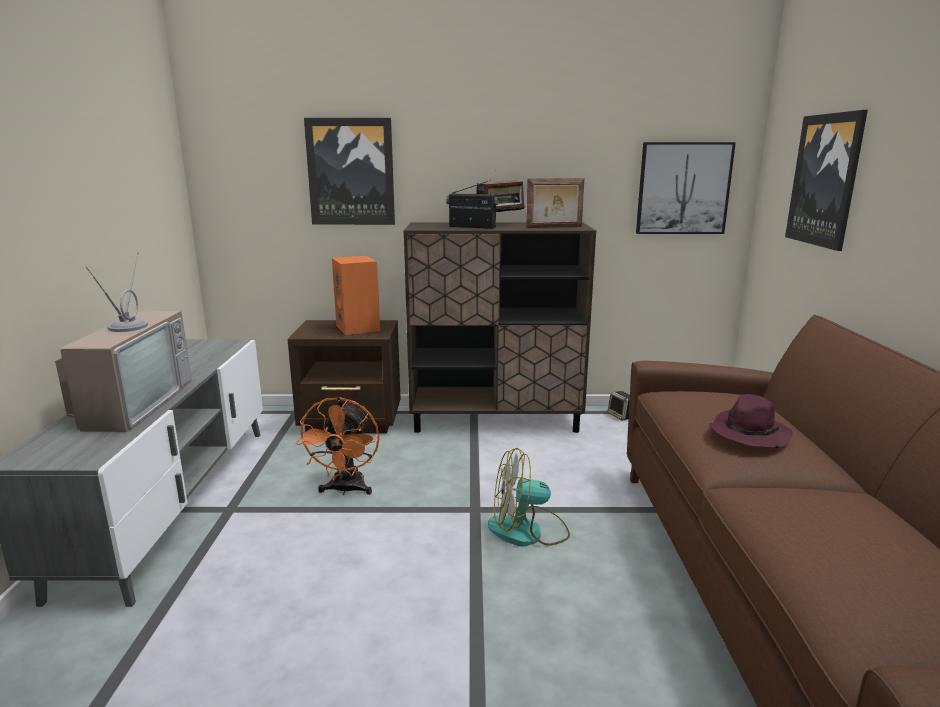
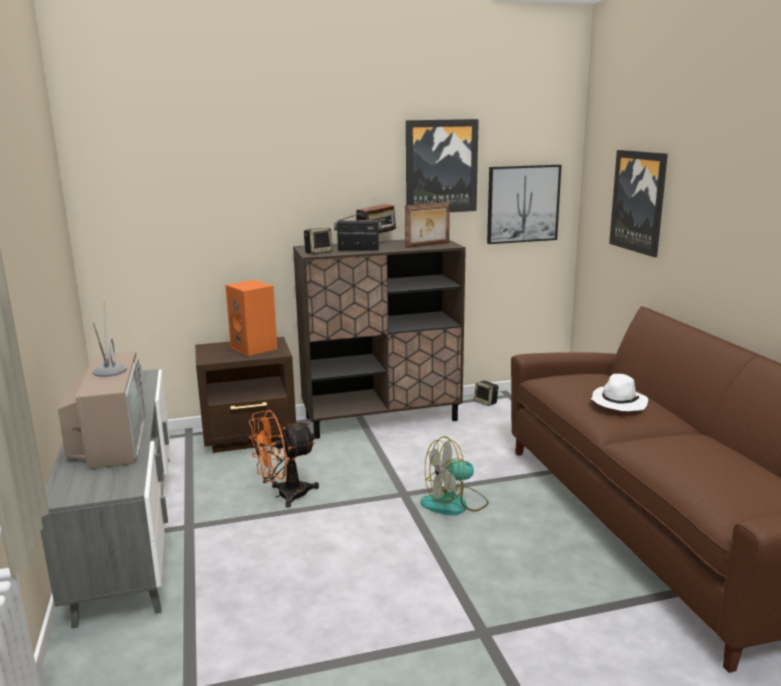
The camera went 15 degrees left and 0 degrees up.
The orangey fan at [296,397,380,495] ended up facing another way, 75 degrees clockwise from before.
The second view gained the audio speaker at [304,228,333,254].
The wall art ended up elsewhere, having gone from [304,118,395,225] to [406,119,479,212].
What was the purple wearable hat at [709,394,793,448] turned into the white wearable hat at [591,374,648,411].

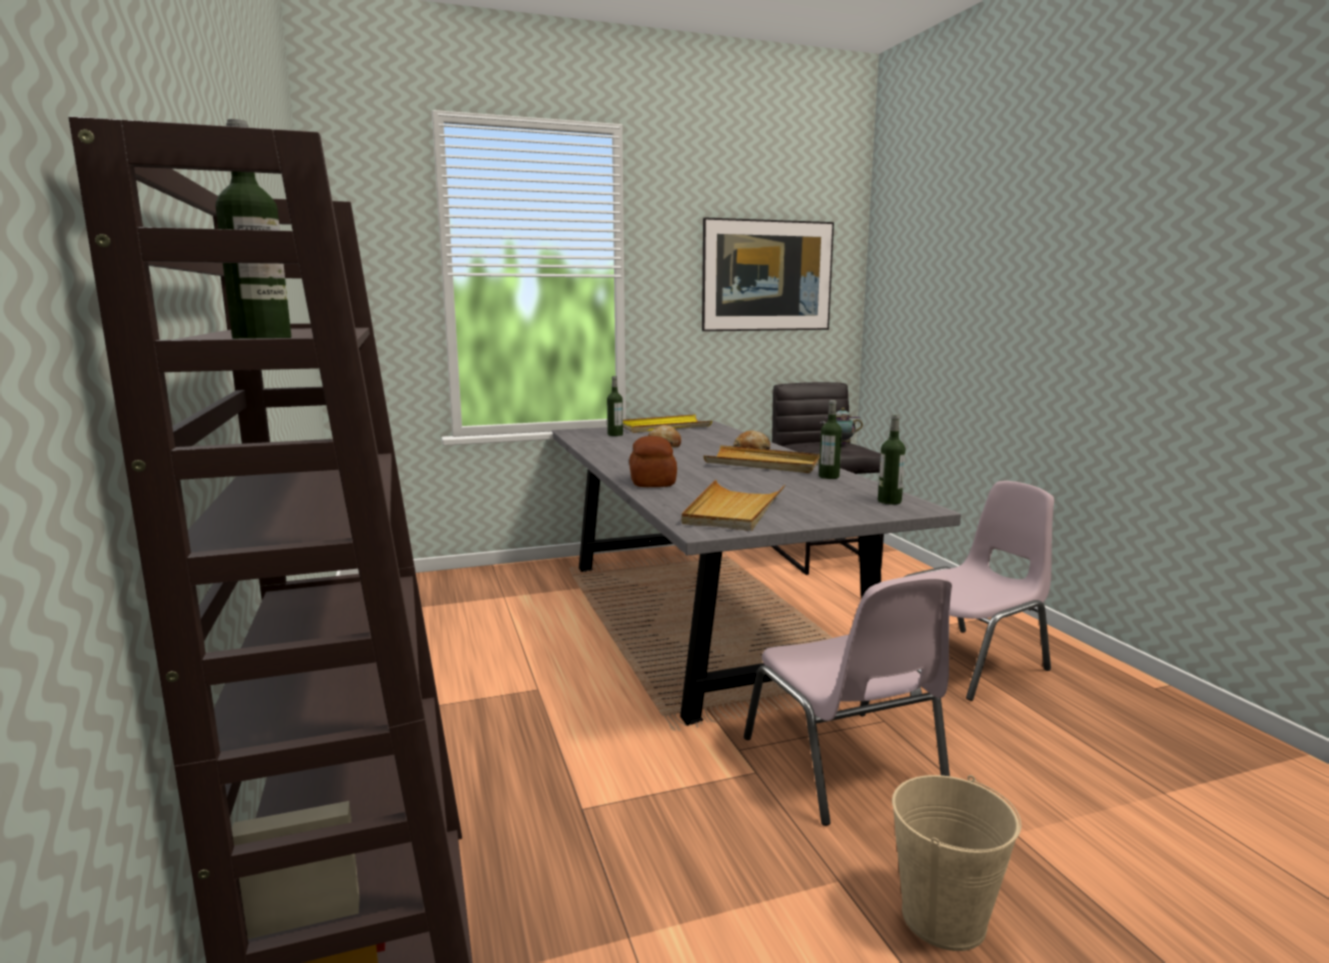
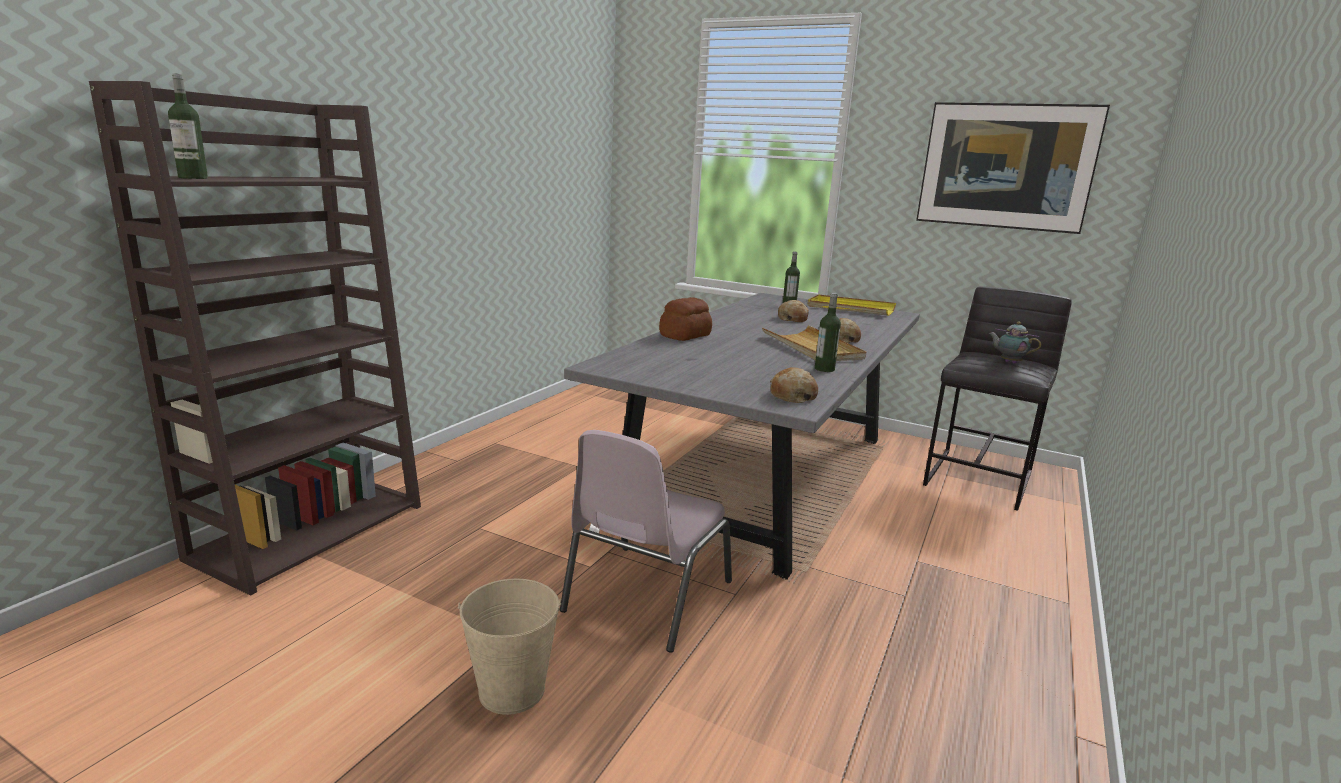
The camera went 45 degrees right and 5 degrees up.
Where the drink bottle stood at [878,414,905,505], the bread came to stand at [770,368,818,403].
The second view lost the beige-coloured serving tray at [682,479,785,531].
The second view lost the pinkish plain chair at [904,481,1054,701].

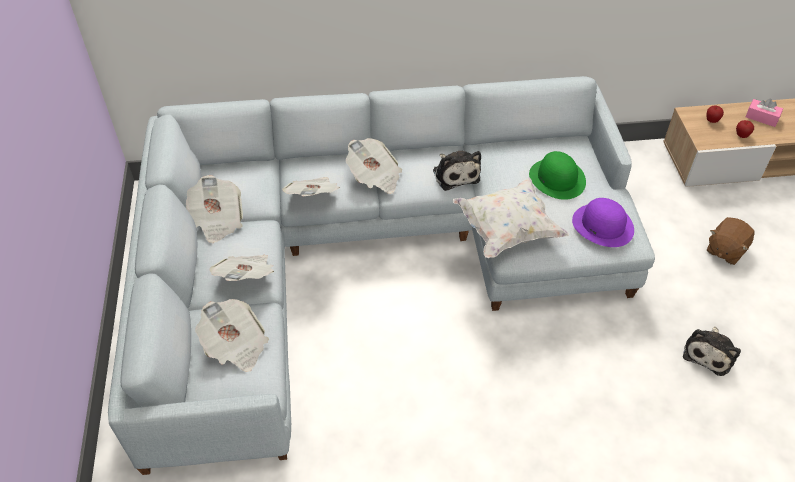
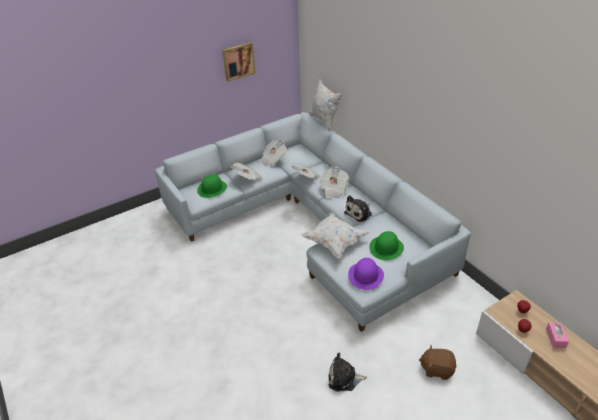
The camera went 65 degrees right and 10 degrees down.
Where the daily paper stood at [195,299,269,372], the greenish wearable hat came to stand at [197,174,227,198].
The second view gained the wall art at [222,42,255,82].
The second view gained the white throw pillow at [309,79,342,131].

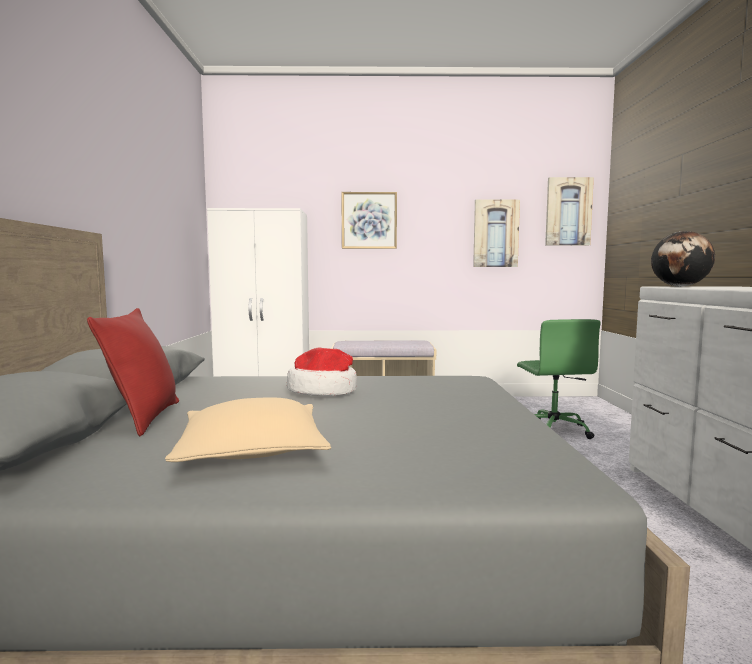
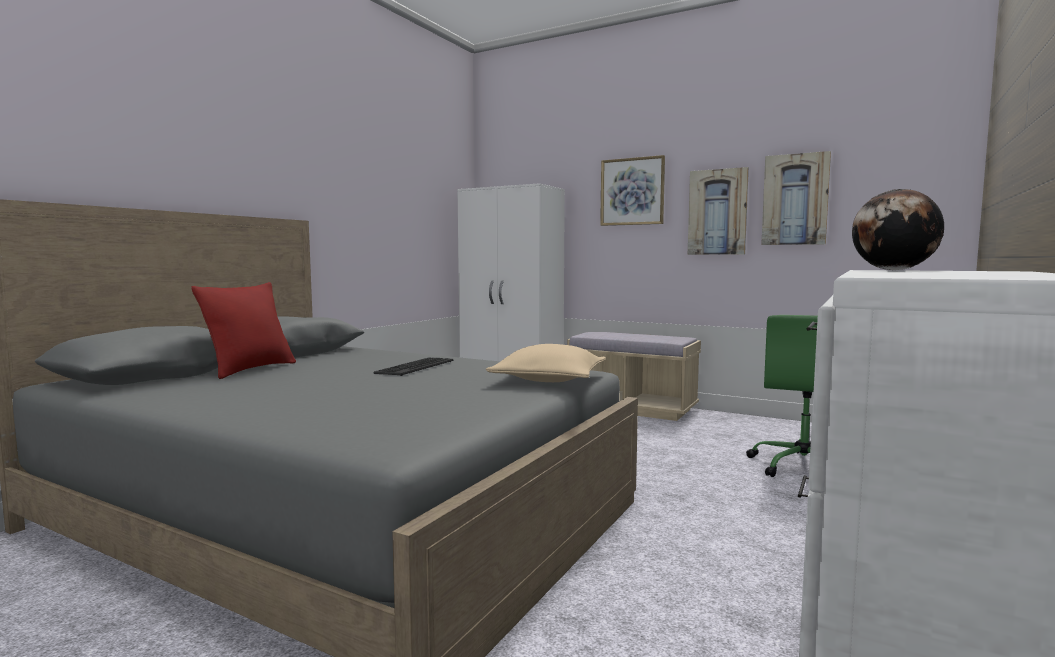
The camera went 30 degrees right and 0 degrees up.
Where the wearable hat stood at [287,347,357,396], the computer keyboard came to stand at [374,357,453,376].
The beige-coloured throw pillow ended up elsewhere, having gone from [165,397,331,462] to [486,344,606,382].
The wall art ended up elsewhere, having gone from [545,177,594,245] to [688,167,749,255].

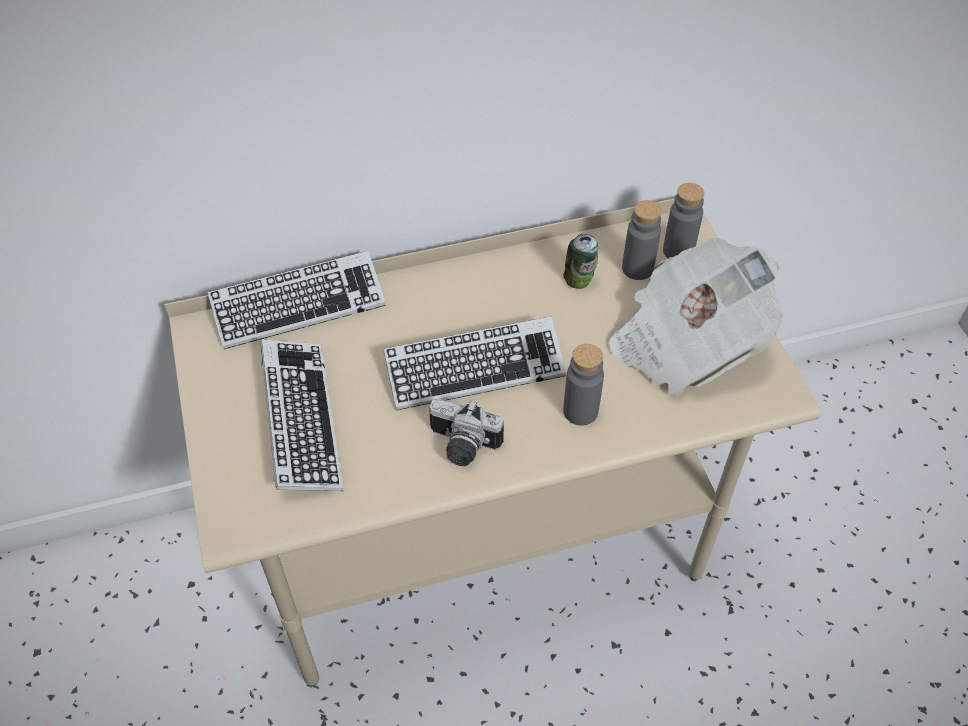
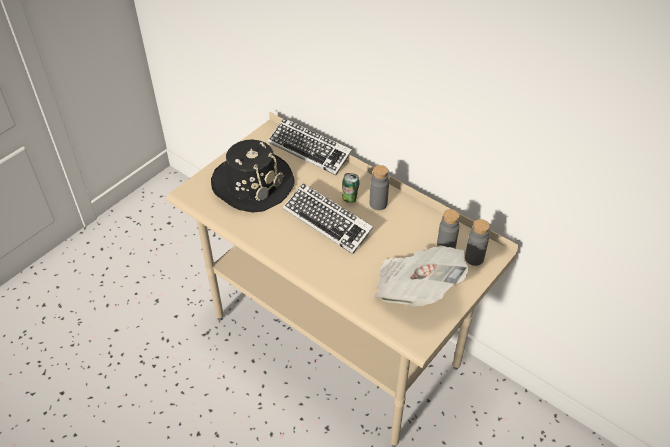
The camera went 55 degrees right and 5 degrees down.
Where the computer keyboard stood at [260,340,343,491], the black-coloured wearable hat came to stand at [211,139,294,213].
The metal can ended up elsewhere, having gone from [563,234,598,289] to [342,173,360,202].
The grey drink bottle ended up elsewhere, having gone from [563,344,604,425] to [370,165,389,210].
The second view lost the still camera at [429,398,504,466].

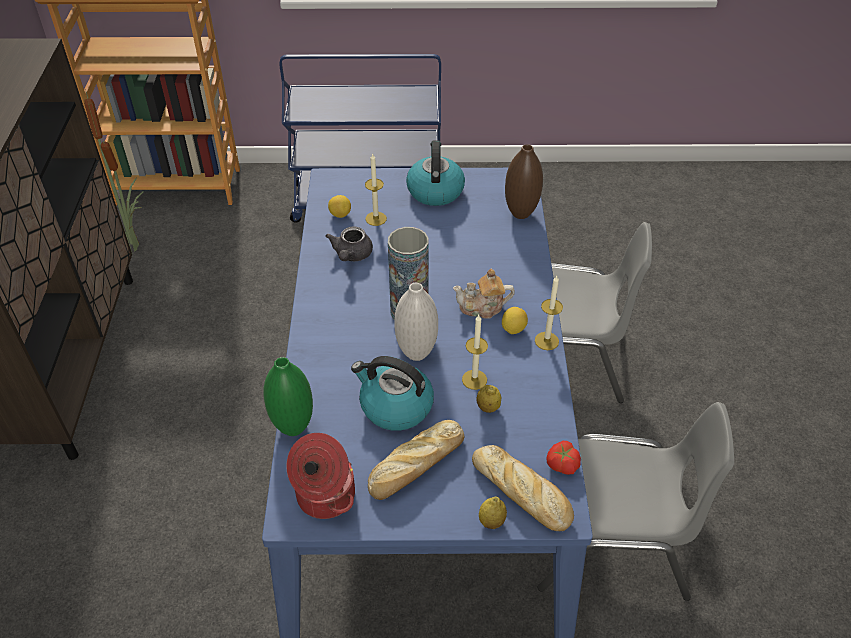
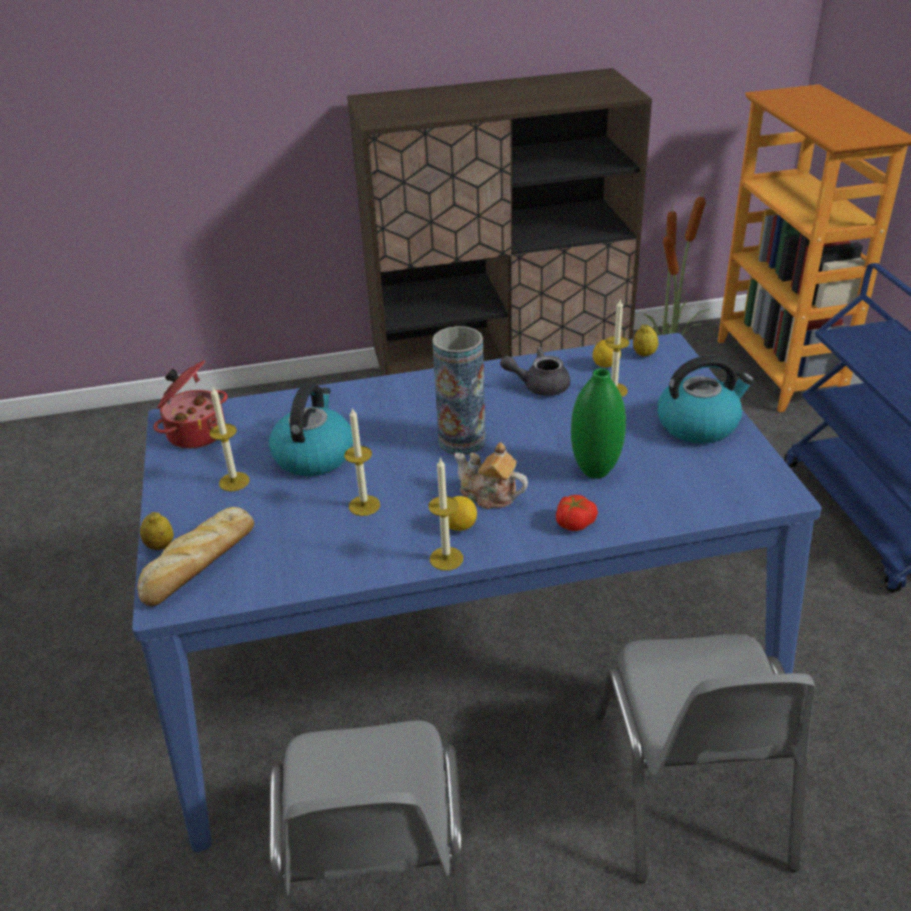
The camera went 80 degrees right and 10 degrees down.
Where the bread stood at [368,420,465,500], the candle came to stand at [210,387,250,491].
The tea pot at [453,269,515,319] ended up facing another way, 45 degrees counterclockwise from before.
The whole tomato ended up elsewhere, having gone from [546,441,581,475] to [556,495,598,531].
The greenish flower vase ended up elsewhere, having gone from [263,357,313,436] to [571,368,626,479].
The citrus fruit ended up elsewhere, having gone from [476,385,501,413] to [633,324,658,356].
The second view lost the white flower vase at [394,283,438,361].
The second view lost the brown flower vase at [505,144,543,219].

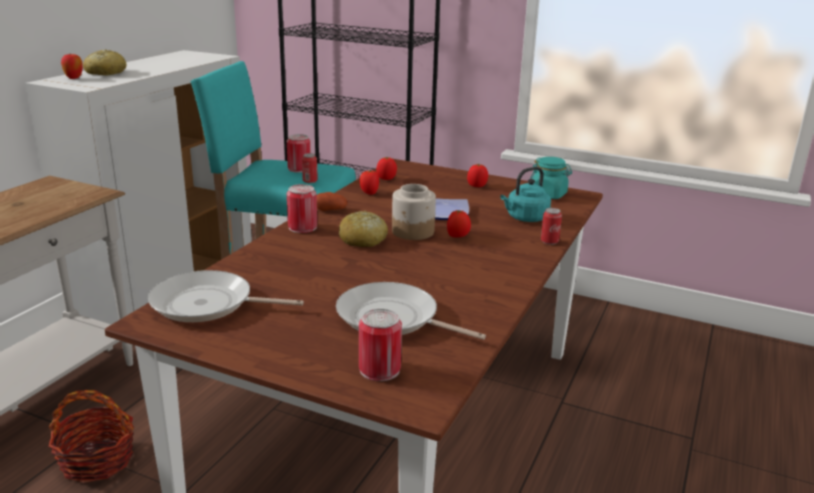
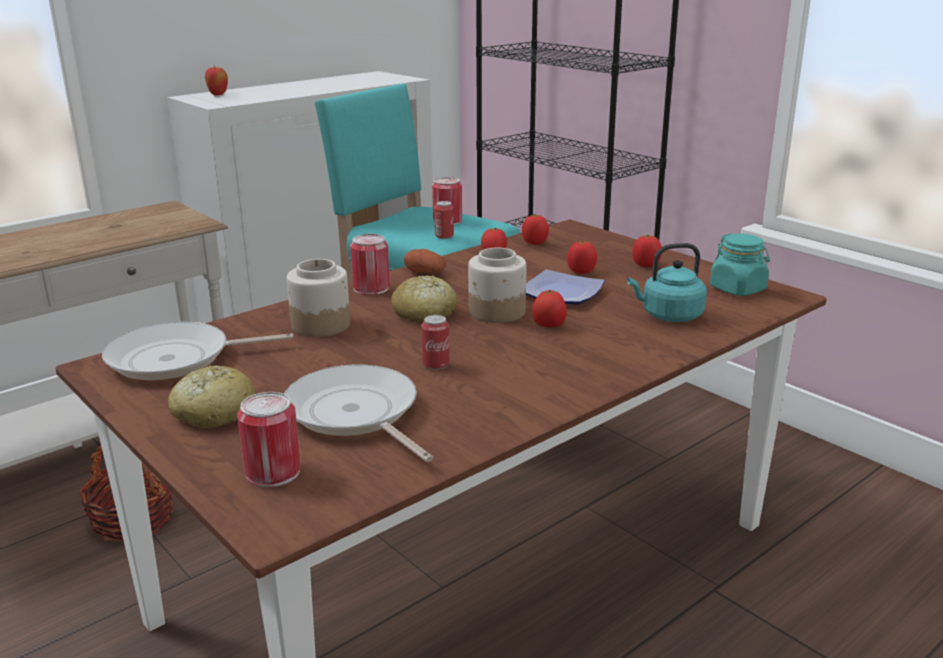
The camera went 25 degrees right and 0 degrees up.
The skillet at [148,270,304,322] ended up facing another way, 45 degrees counterclockwise from before.
The bread ended up elsewhere, having gone from [83,49,126,75] to [168,366,256,428].
The second view gained the preserve jar at [287,259,350,337].
The metal can ended up elsewhere, having gone from [541,208,562,245] to [421,315,450,370].
The second view gained the whole tomato at [567,241,597,274].

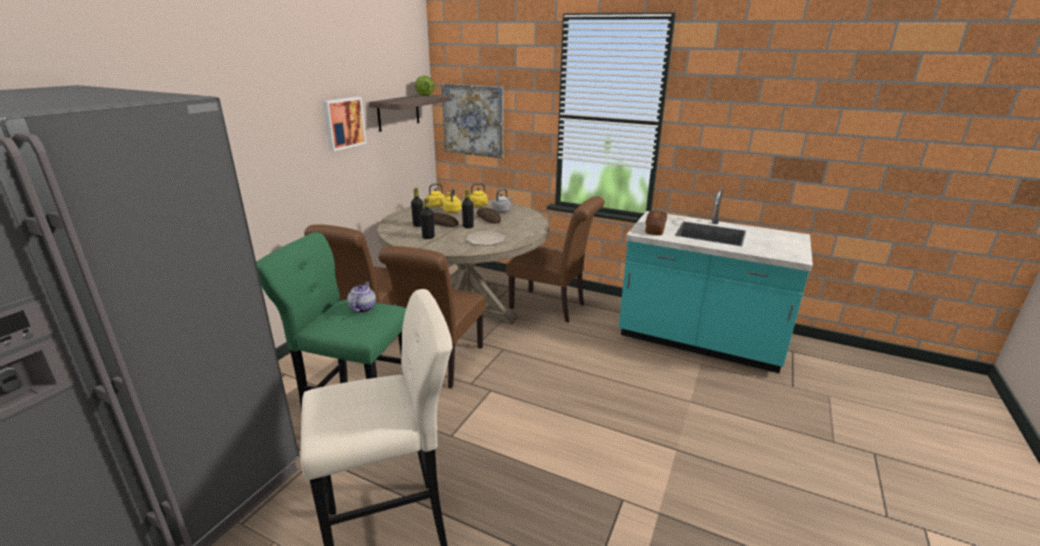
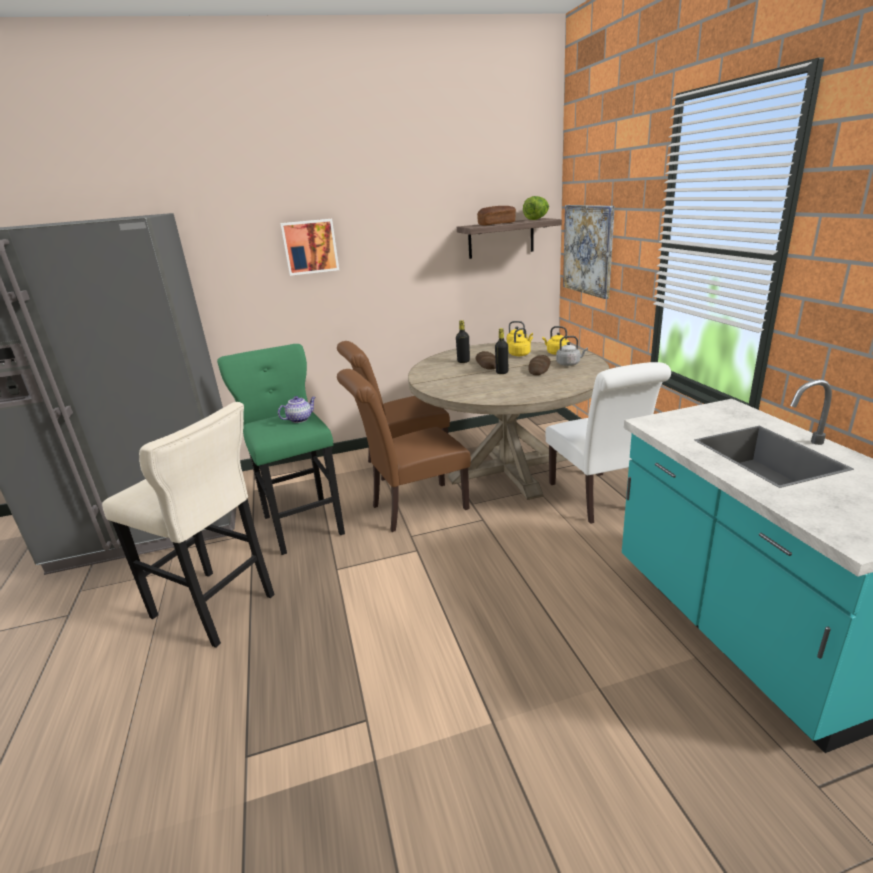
The camera went 50 degrees right and 0 degrees up.
The wall art ended up elsewhere, having gone from [322,97,367,151] to [281,219,339,276].
The bread ended up elsewhere, having gone from [645,210,667,235] to [477,206,516,226].
What was the brown plain chair at [506,196,605,323] turned into the white plain chair at [546,362,671,524].
The second view lost the black-coloured drink bottle at [420,198,435,239].
The second view lost the flat dish at [466,231,505,245].

